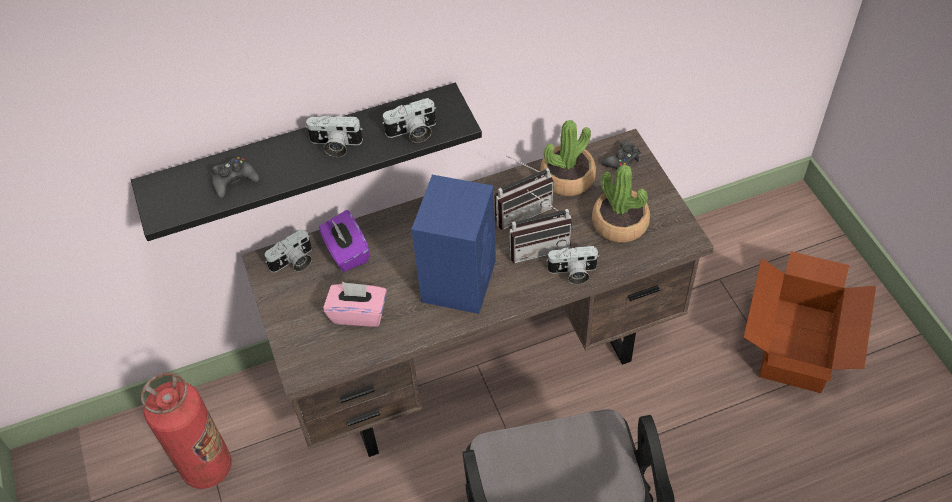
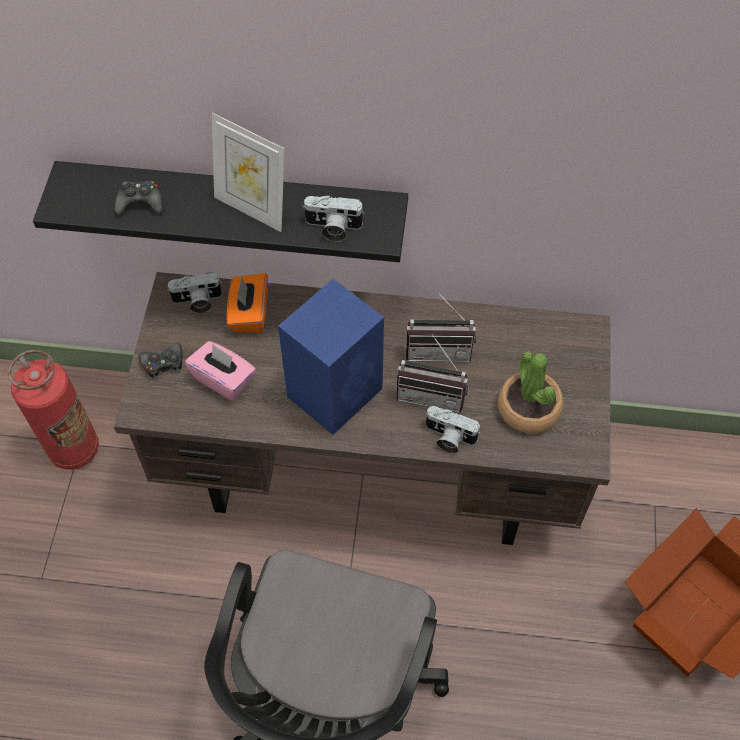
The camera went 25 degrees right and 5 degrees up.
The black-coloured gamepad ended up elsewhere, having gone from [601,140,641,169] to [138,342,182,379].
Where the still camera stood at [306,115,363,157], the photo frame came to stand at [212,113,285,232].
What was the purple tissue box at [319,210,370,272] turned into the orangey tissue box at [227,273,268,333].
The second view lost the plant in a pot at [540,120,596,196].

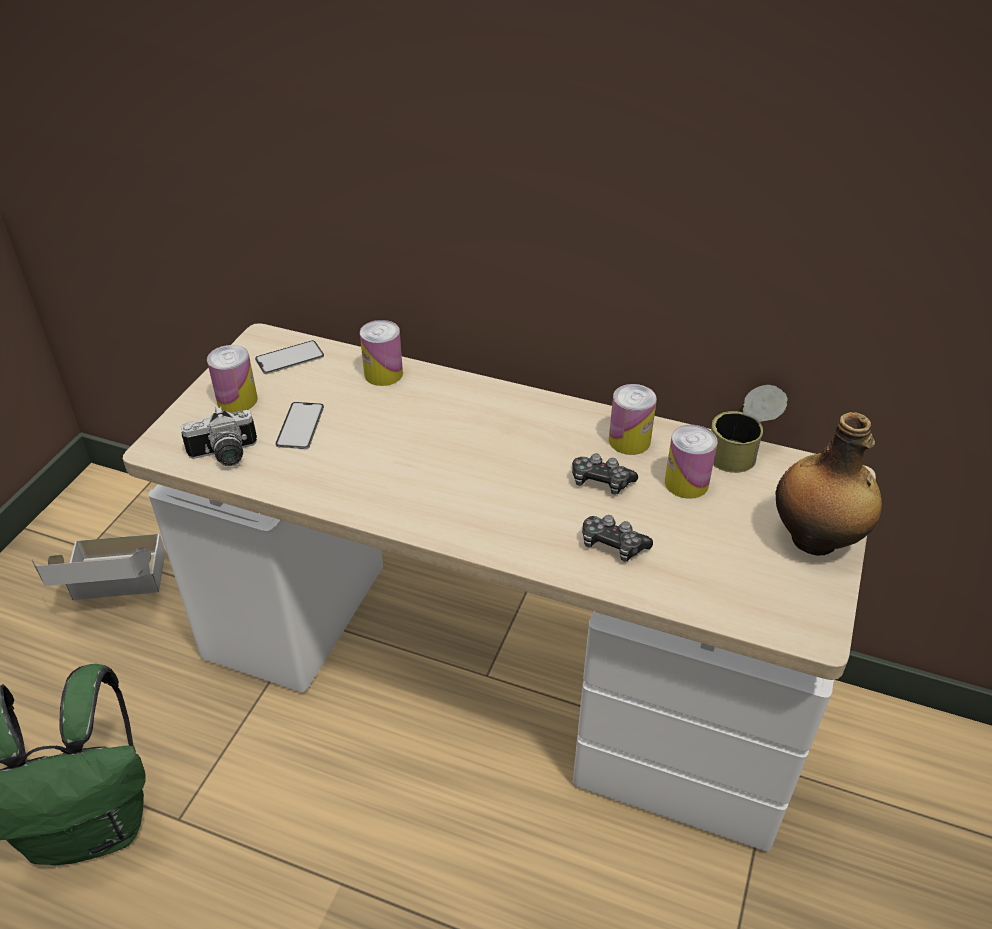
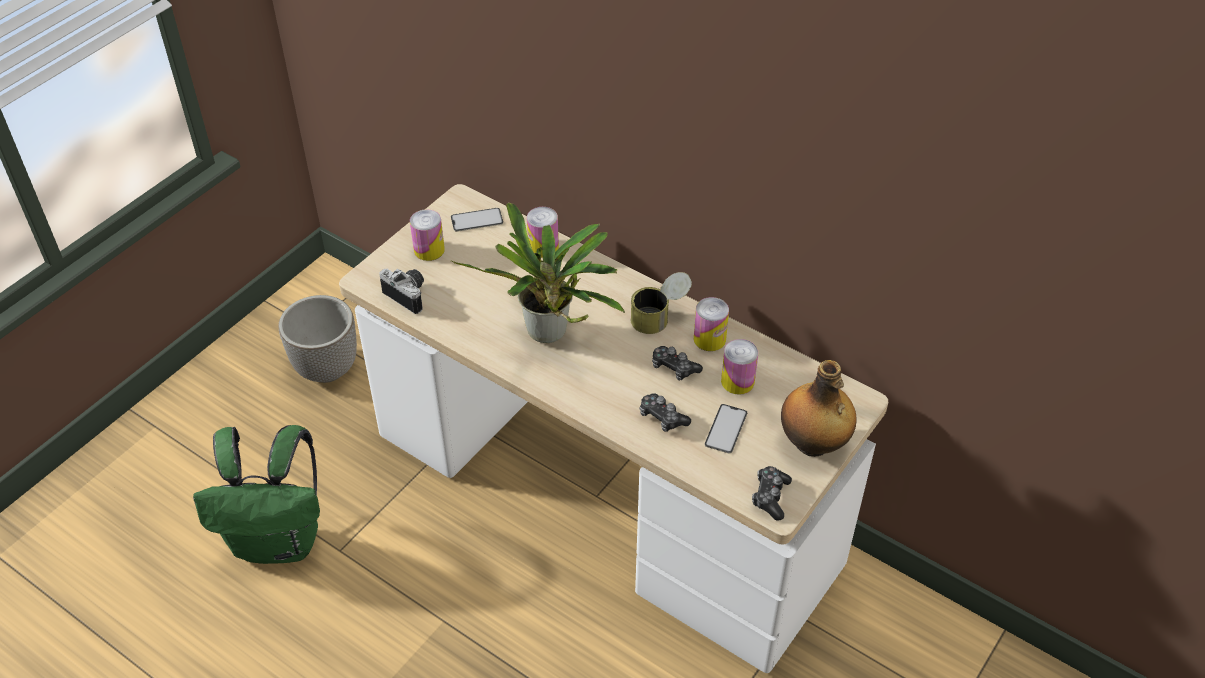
The camera went 15 degrees right and 5 degrees up.
Where the cardboard box stood at [32,533,166,600], the plant pot came to stand at [278,295,357,383].
The still camera at [181,406,257,466] ended up facing another way, 135 degrees counterclockwise from before.
The second view gained the plant in a pot at [451,202,625,343].
The metal can ended up elsewhere, having gone from [711,385,788,473] to [631,272,692,334].
The phone ended up elsewhere, having gone from [275,402,324,449] to [705,404,747,454].
The second view gained the gamepad at [752,466,792,520].

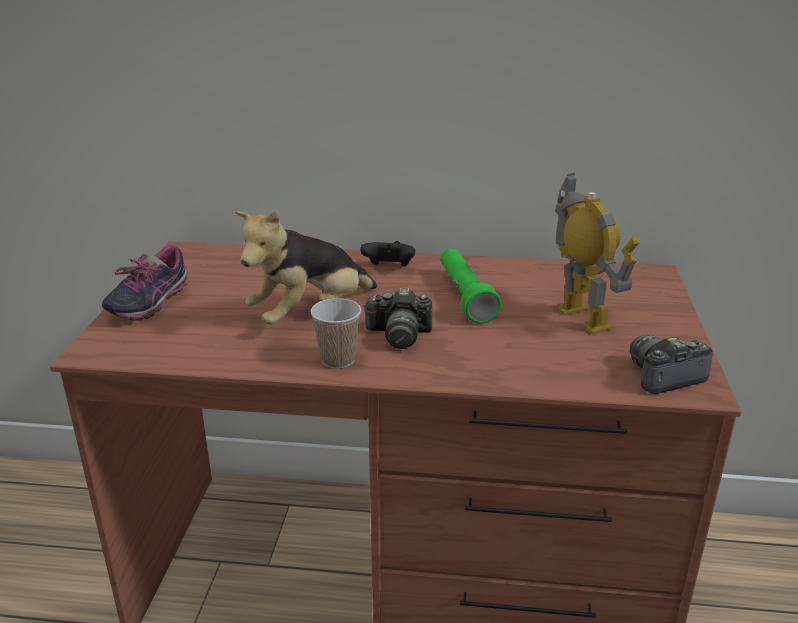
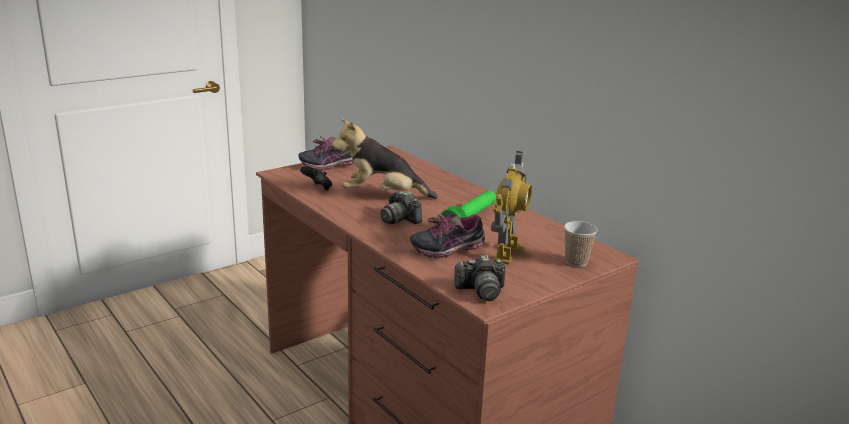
The camera went 45 degrees right and 5 degrees down.
The black-coloured gamepad ended up elsewhere, having gone from [360,241,415,266] to [300,166,332,191].
The second view gained the low shoe at [410,213,485,258].
The still camera at [630,335,713,394] ended up facing another way, 150 degrees clockwise from before.
The drinking cup ended up elsewhere, having gone from [310,298,361,369] to [564,221,598,267].

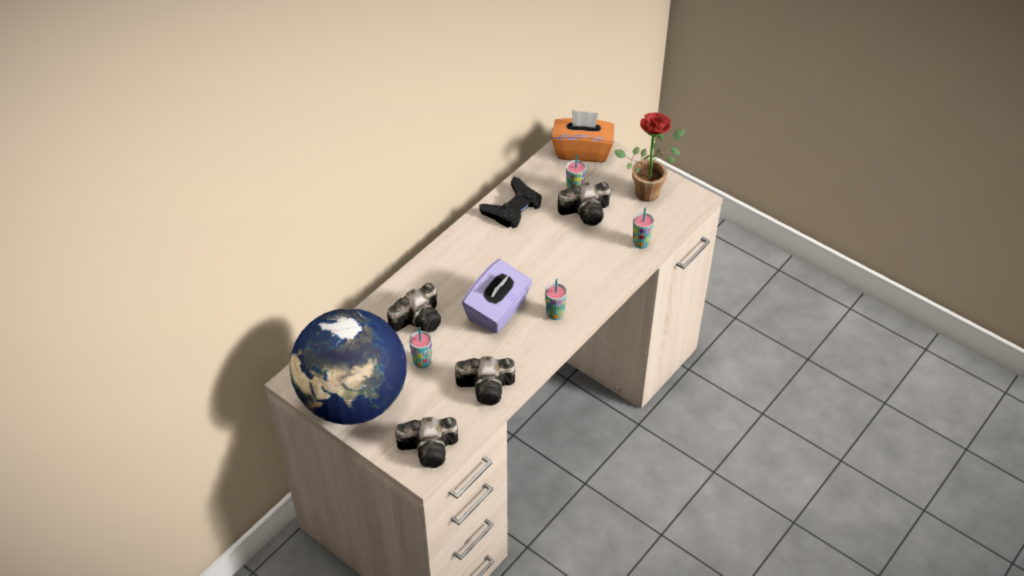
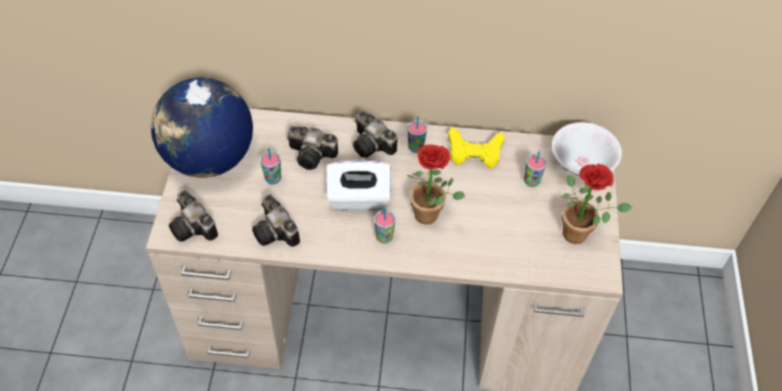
The camera went 55 degrees right and 5 degrees up.
What was the purple tissue box at [462,259,533,333] turned into the white tissue box at [326,160,391,210].
The still camera ended up elsewhere, having gone from [558,182,610,226] to [353,111,397,158].
The second view gained the plant in a pot at [407,145,465,224].
The drinking cup ended up elsewhere, having gone from [633,207,654,249] to [408,116,427,153].
What was the black-coloured gamepad at [479,177,542,228] turned into the yellowish gamepad at [448,127,505,169].
Where the orangey tissue box stood at [551,110,614,162], the white deep dish came to stand at [552,122,622,176].

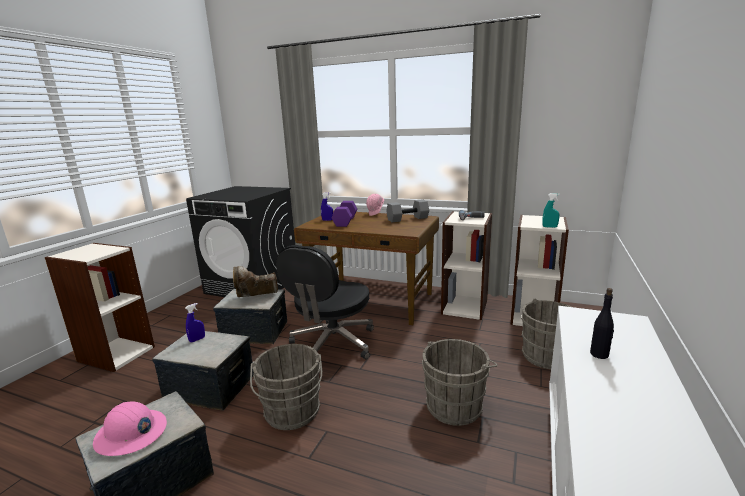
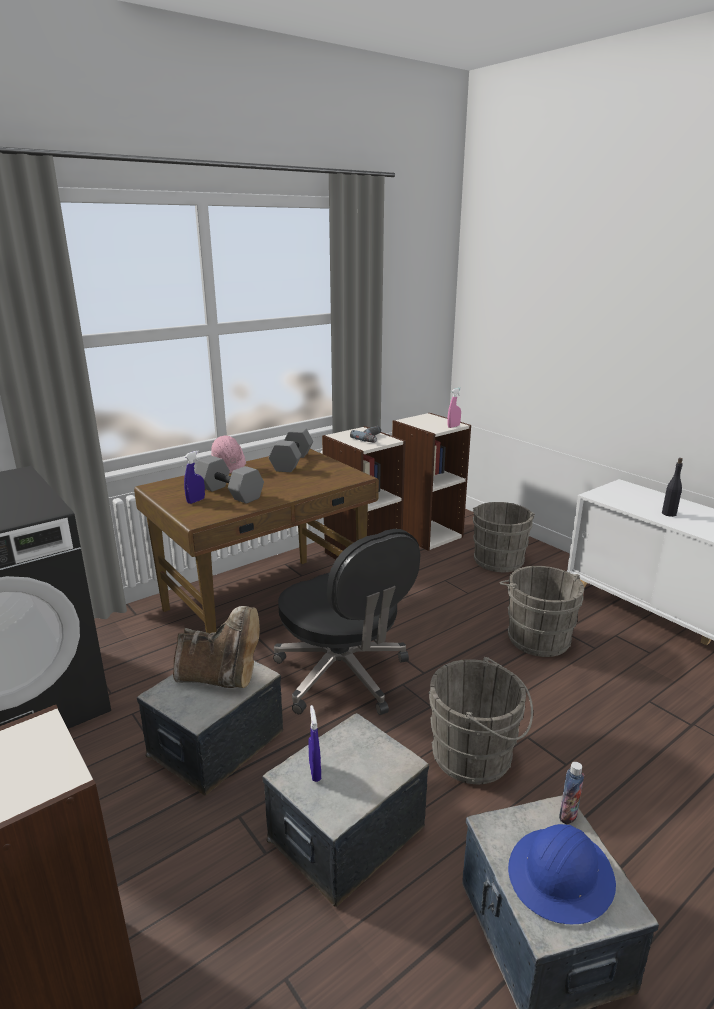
The camera went 60 degrees left and 5 degrees up.
The brown boot at [233,266,278,297] ended up facing another way, 90 degrees counterclockwise from before.
What was the purple free weight at [331,201,357,227] turned into the grey free weight at [195,456,264,504].
What was the turquoise-coloured sprayer at [542,193,560,228] turned into the pinkish sprayer at [448,388,461,428].
What was the pinkish work helmet at [93,401,167,456] turned into the bluish work helmet at [508,824,616,925].
The second view gained the drink bottle at [559,762,584,825].

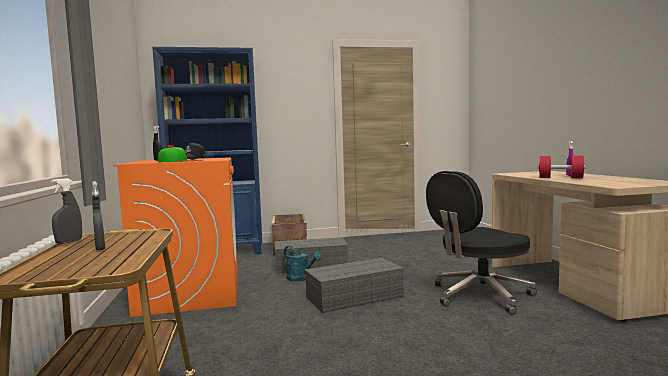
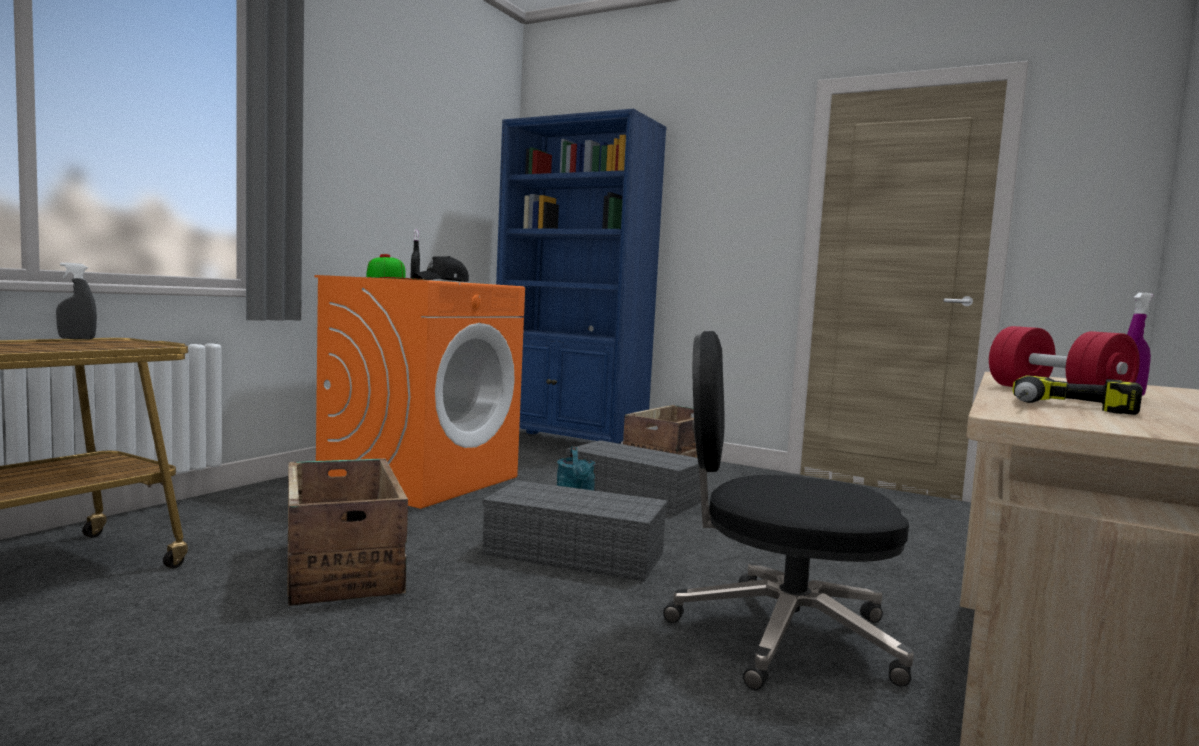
The camera went 40 degrees right and 0 degrees up.
The second view gained the packing crate at [287,458,408,606].
The second view gained the power drill at [1013,375,1143,415].
The second view lost the grey sprayer at [92,181,105,250].

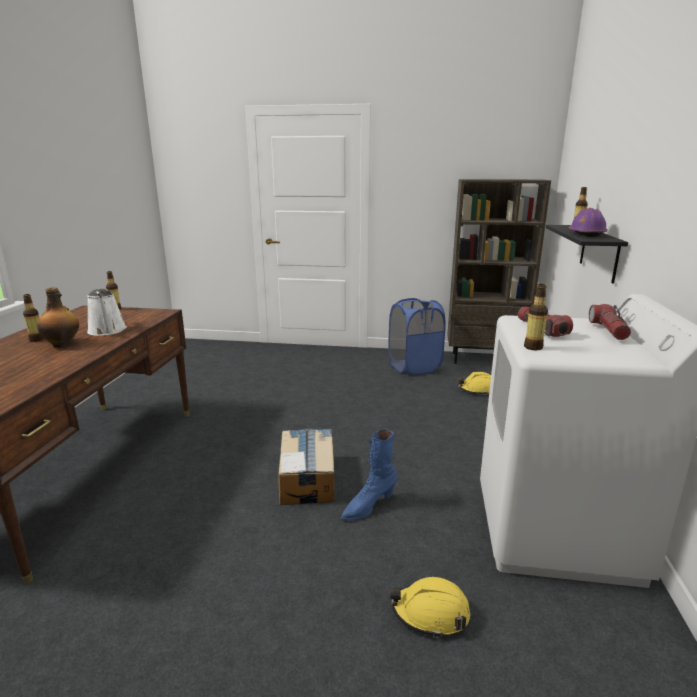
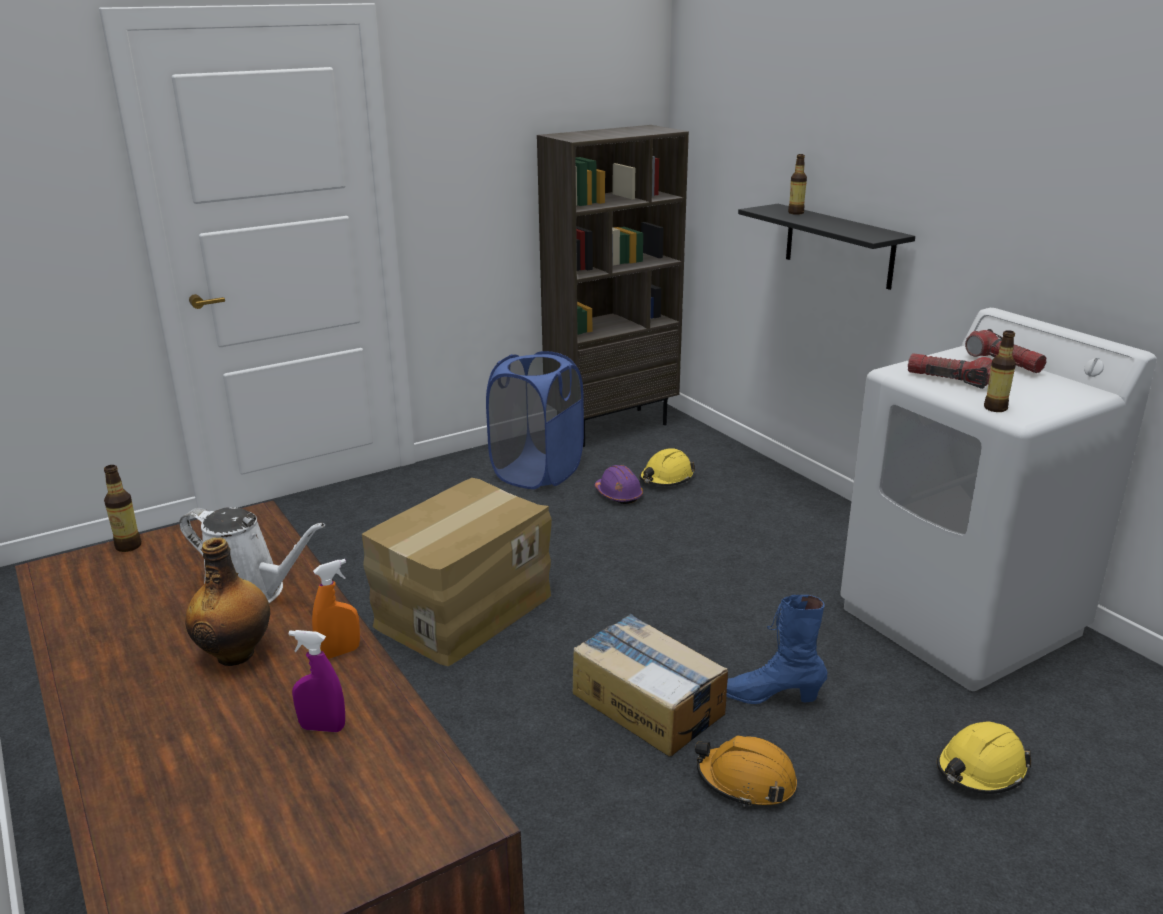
The camera went 40 degrees left and 5 degrees up.
The second view gained the purple sprayer at [289,630,345,732].
The second view gained the orangey sprayer at [312,559,360,659].
The second view gained the cardboard box at [362,478,552,666].
The purple work helmet ended up elsewhere, having gone from [569,208,608,237] to [595,465,643,504].
The second view gained the orangey work helmet at [695,735,797,807].
The bluish boot at [341,429,397,520] ended up facing another way, 90 degrees clockwise from before.
The second view lost the drink bottle at [23,294,44,342].

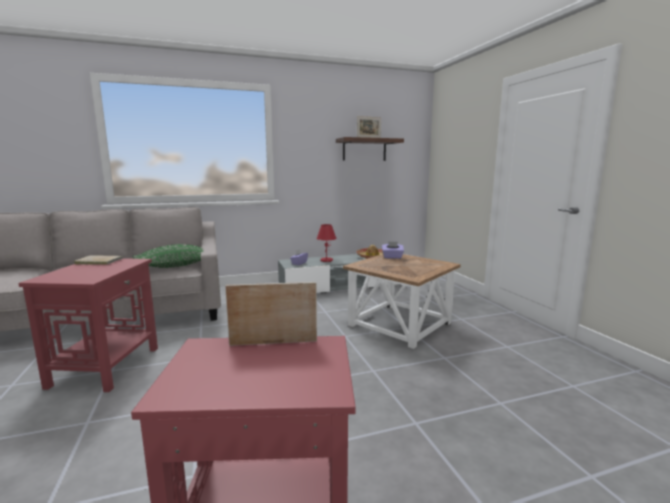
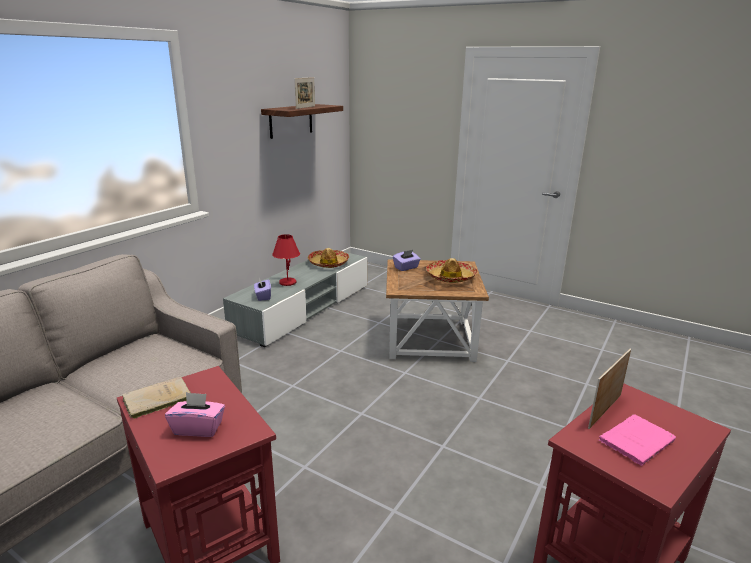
The camera went 40 degrees left and 10 degrees up.
The second view gained the pinkish tissue box at [165,392,225,437].
The second view gained the wearable hat at [426,258,477,283].
The second view gained the pinkish bound book at [598,414,676,466].
The second view lost the greenish throw pillow at [132,244,204,268].

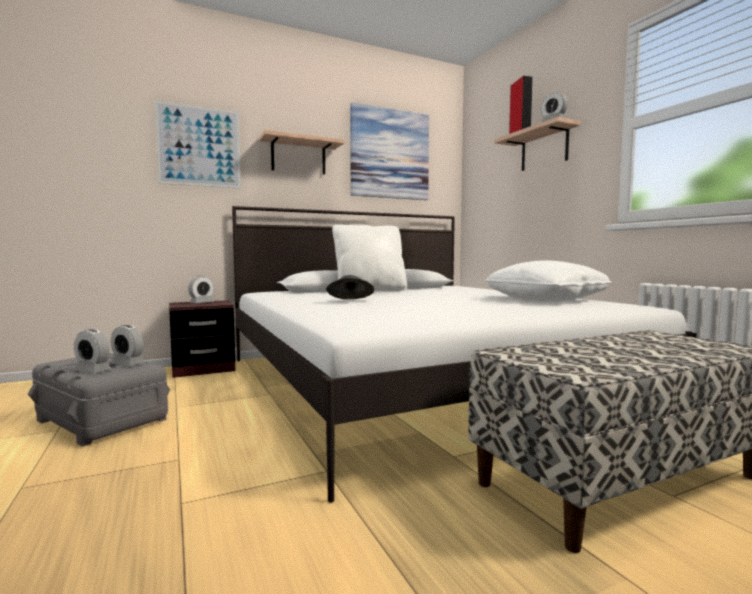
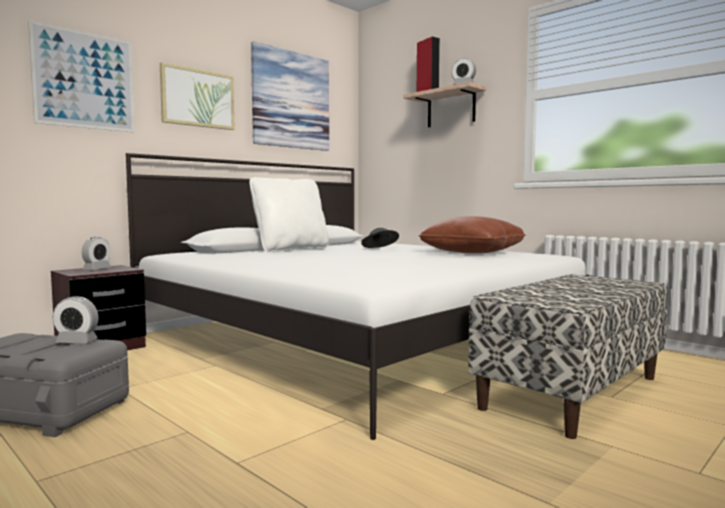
The camera went 20 degrees left and 0 degrees up.
Where the bracket shelf hung at [259,130,344,175], the wall art came to hang at [160,62,235,130].
The grey wearable hat ended up elsewhere, having gone from [326,275,374,299] to [361,228,399,248].
What was the white throw pillow at [485,260,612,301] turned into the brown throw pillow at [418,216,525,253].
The second view lost the table clock at [74,329,111,373].

